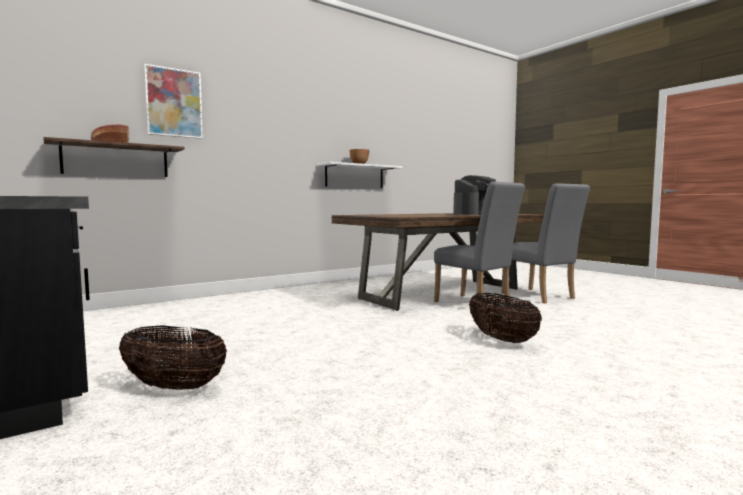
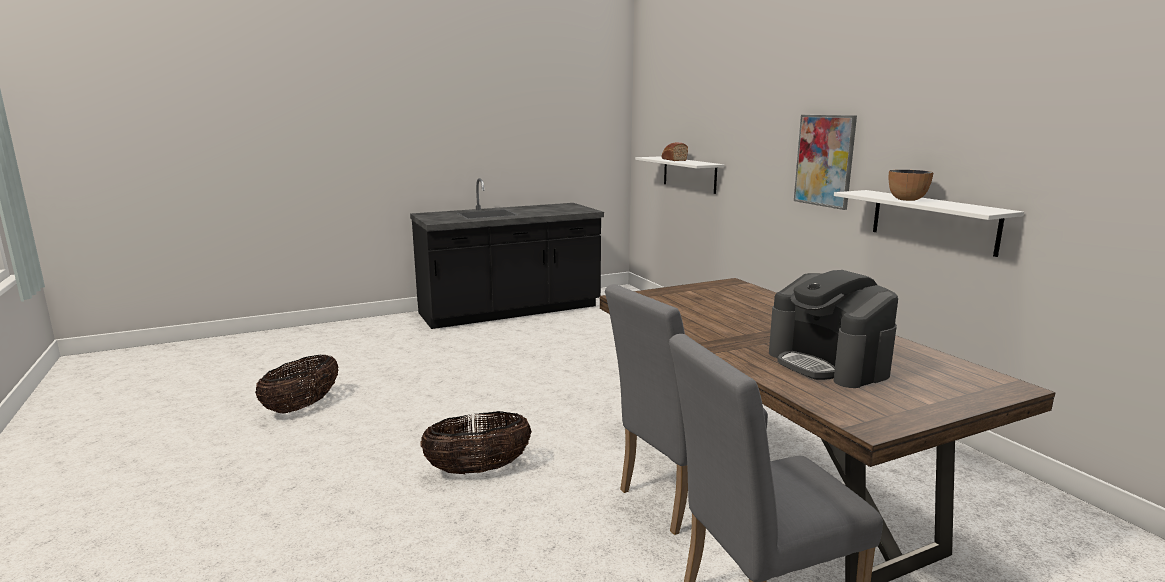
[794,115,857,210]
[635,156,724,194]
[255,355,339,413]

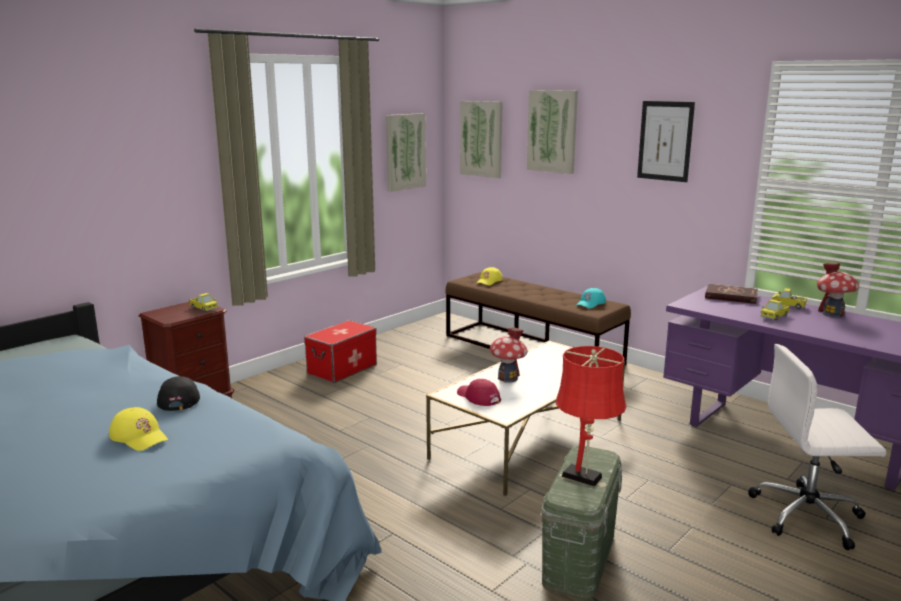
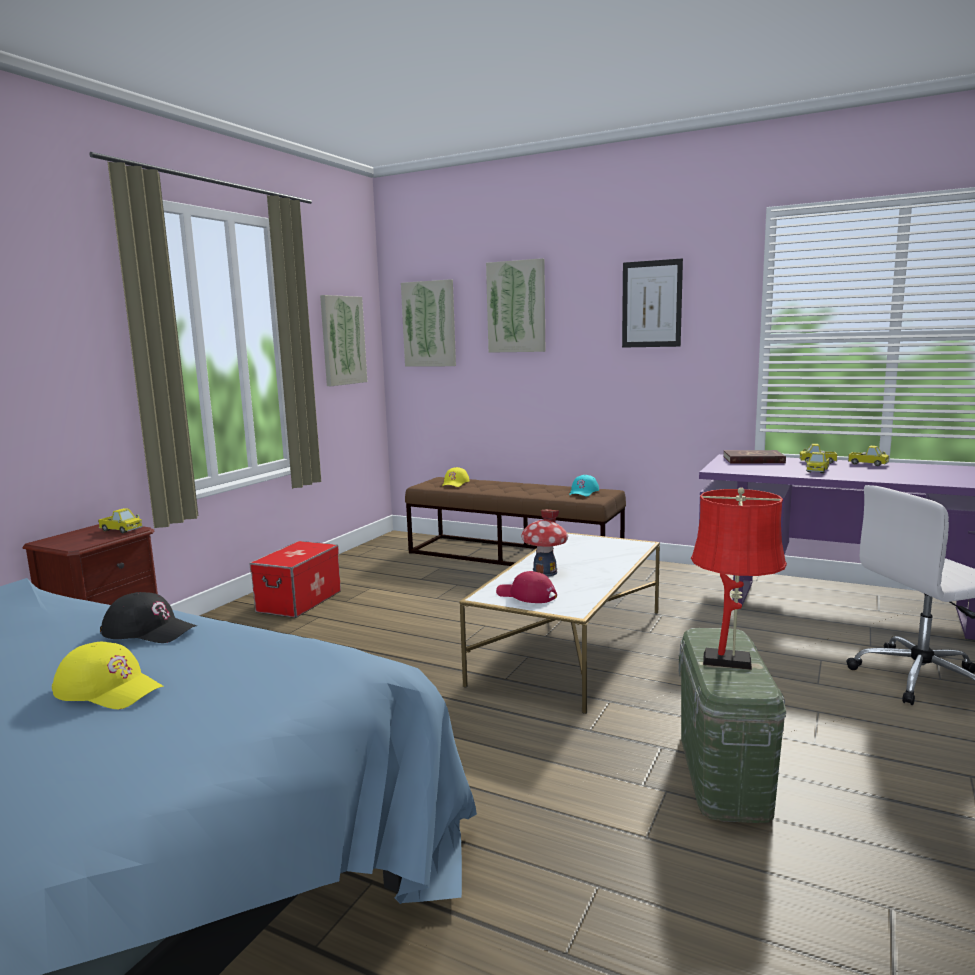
[848,446,889,466]
[100,592,197,643]

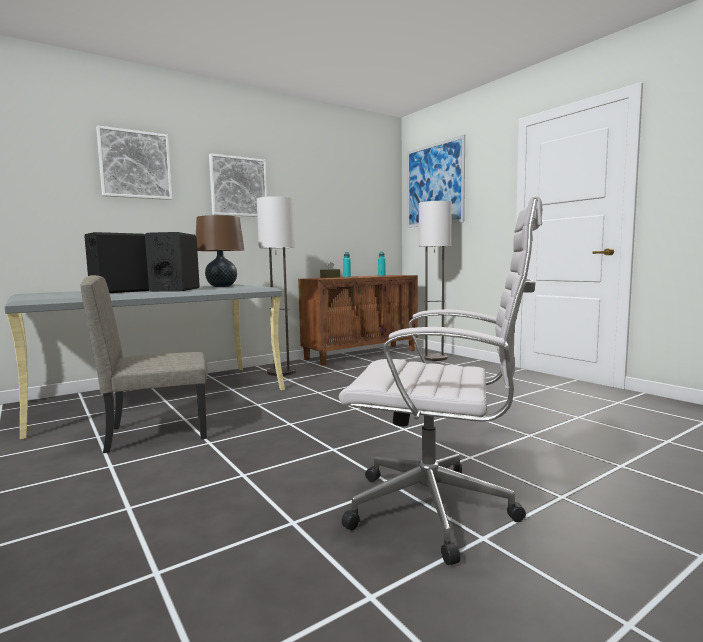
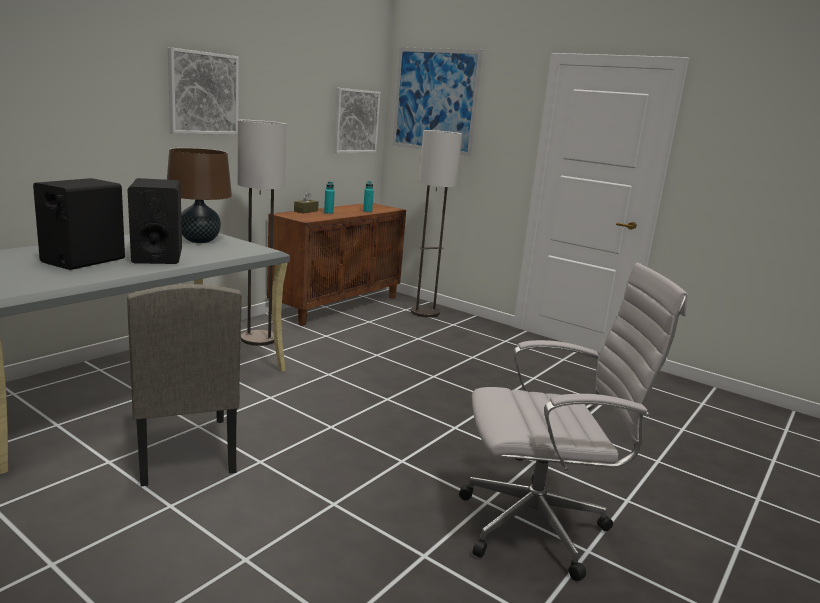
[334,88,380,153]
[127,284,242,486]

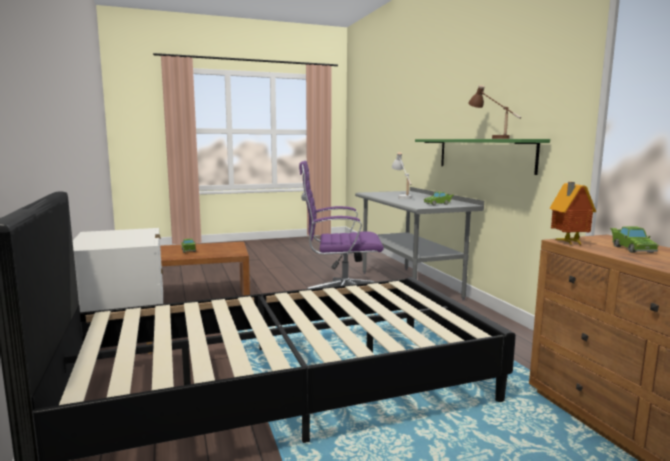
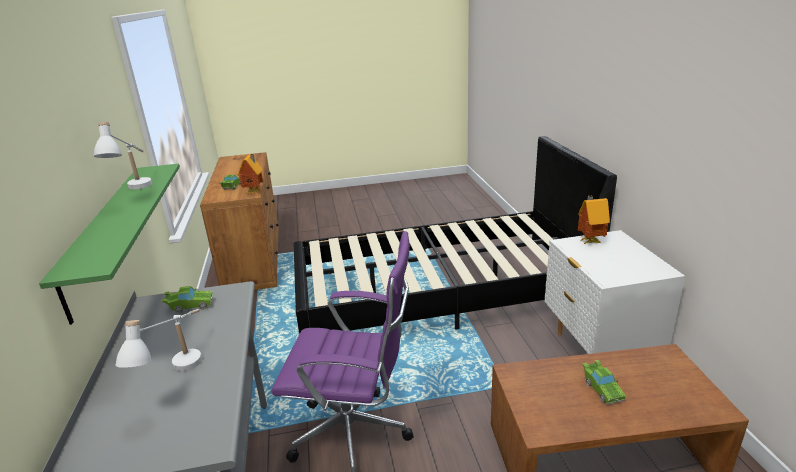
[94,122,152,189]
[578,196,610,245]

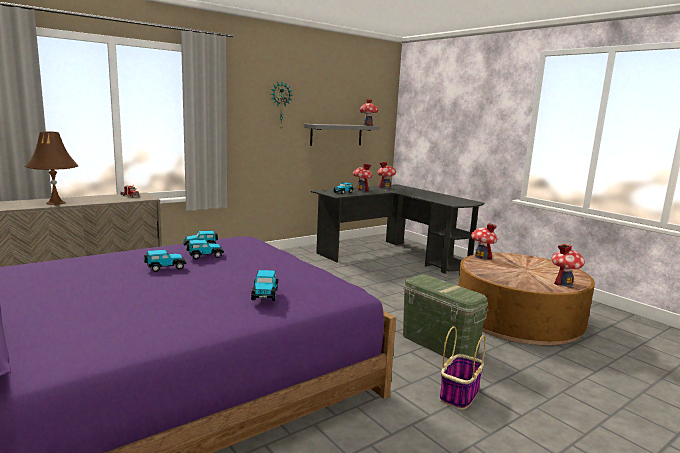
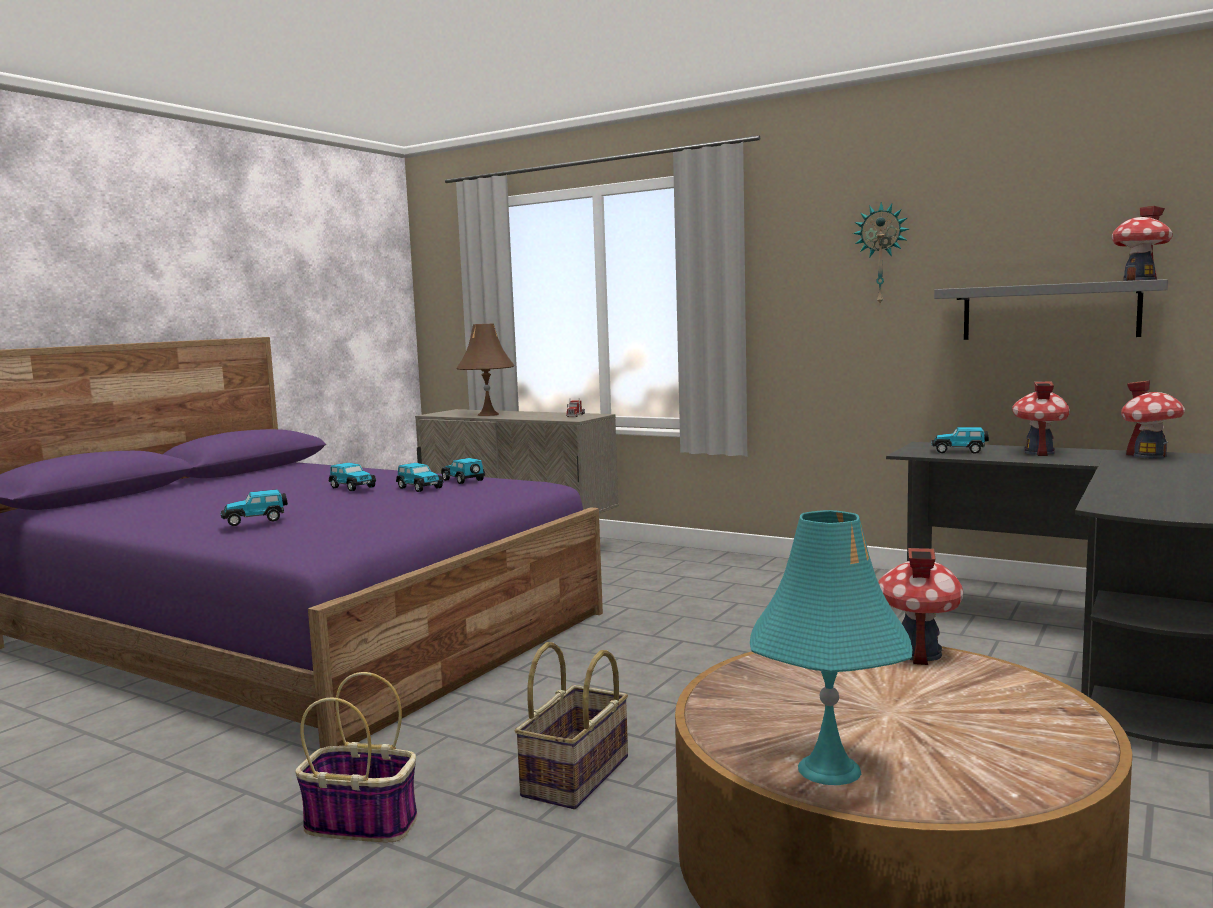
[750,510,913,785]
[515,642,628,809]

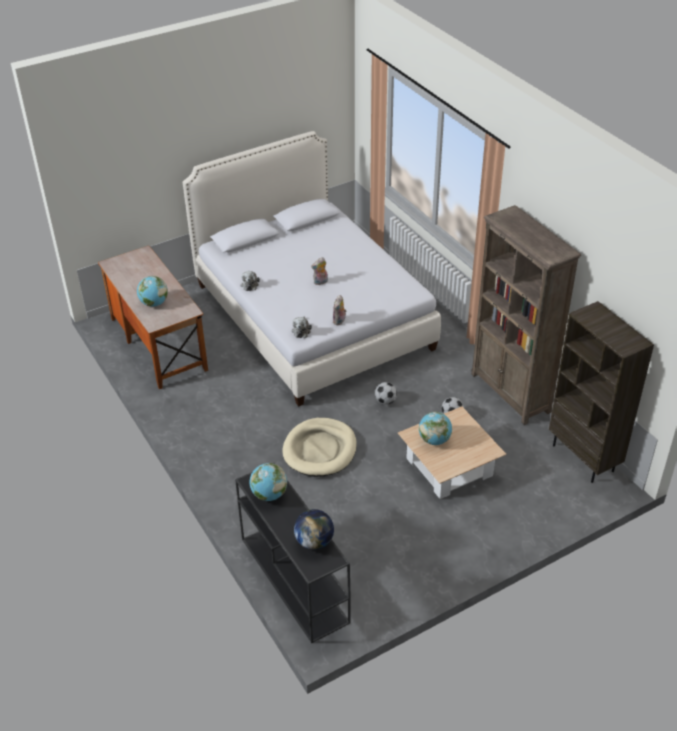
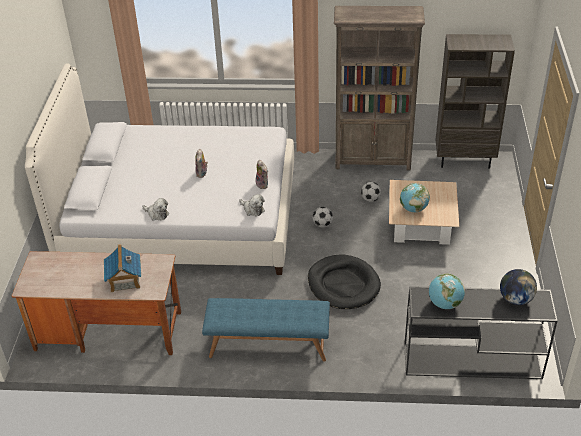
[104,244,141,292]
[308,255,381,309]
[202,298,330,361]

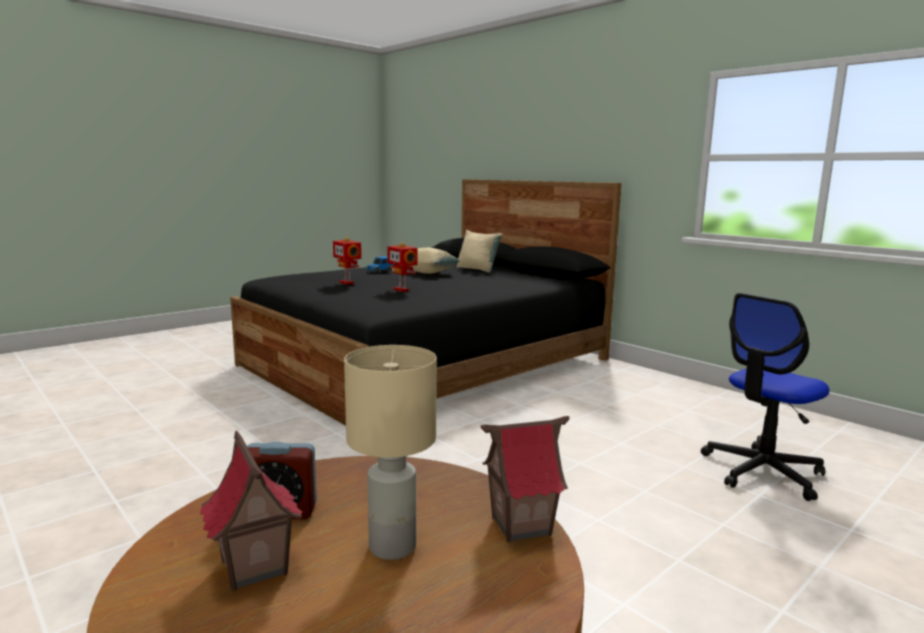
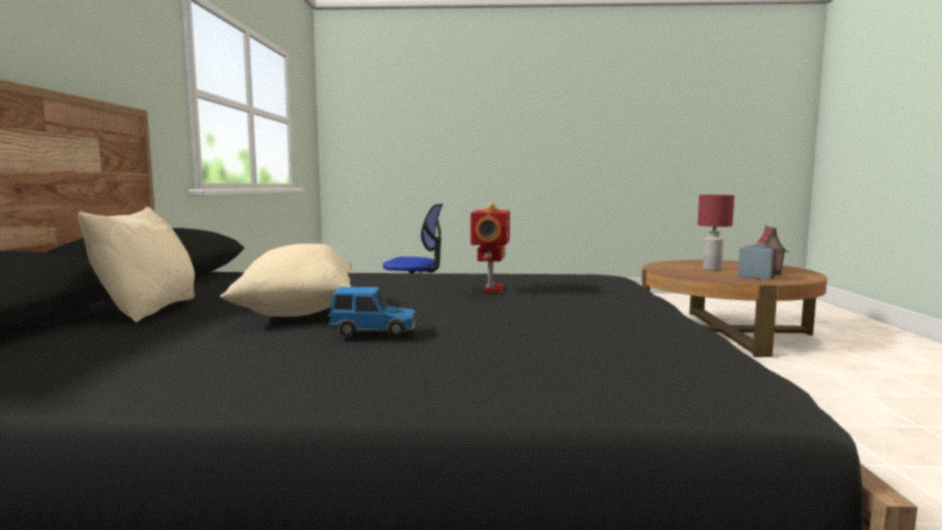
[333,237,361,285] (first image)
[698,195,734,271]
[481,416,570,543] (first image)

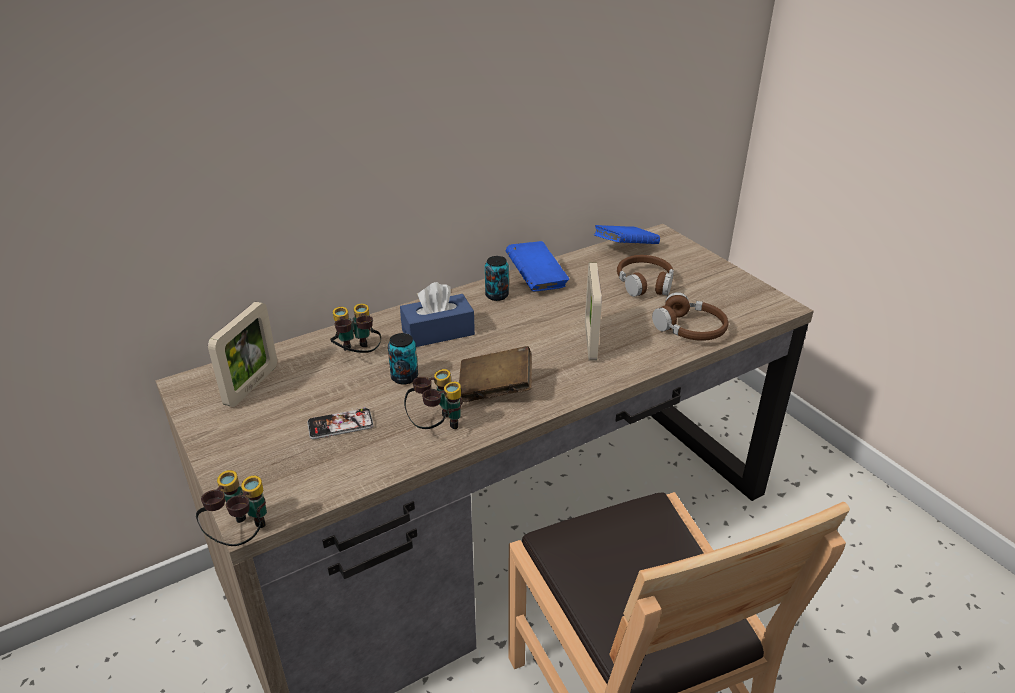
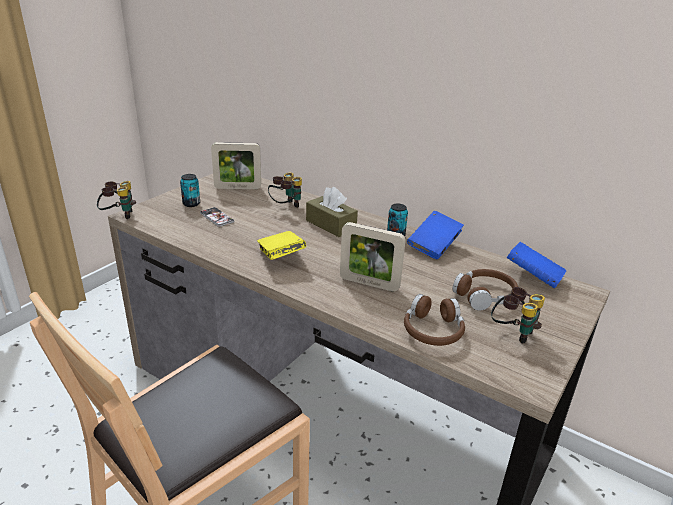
[340,222,406,292]
[306,187,358,237]
[180,174,200,207]
[257,231,306,260]
[491,287,545,343]

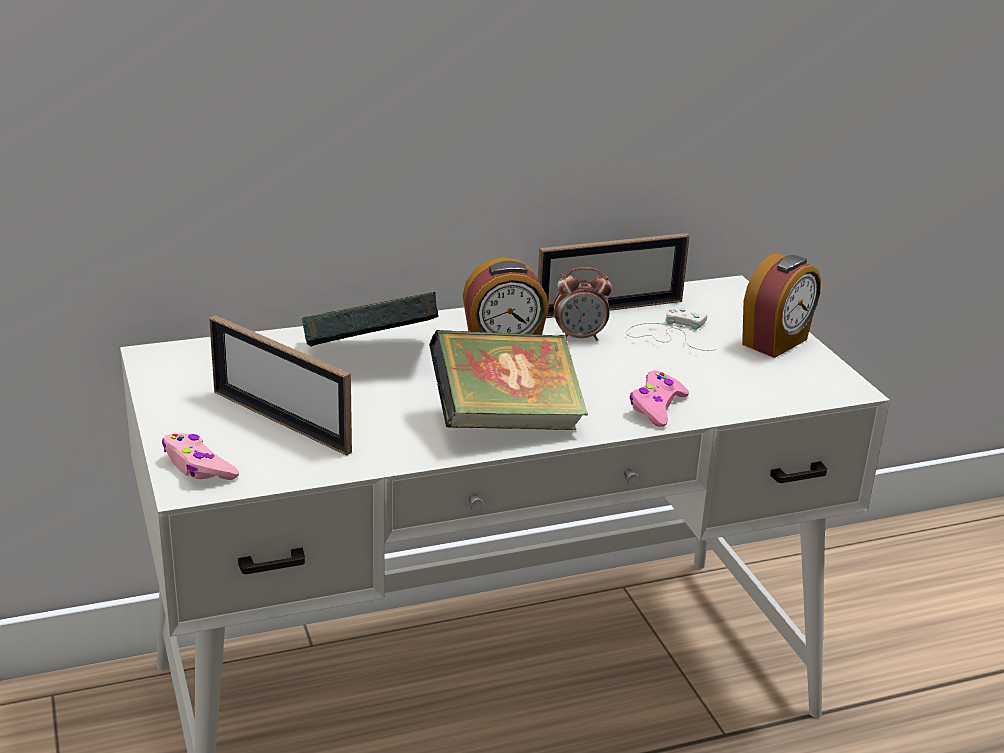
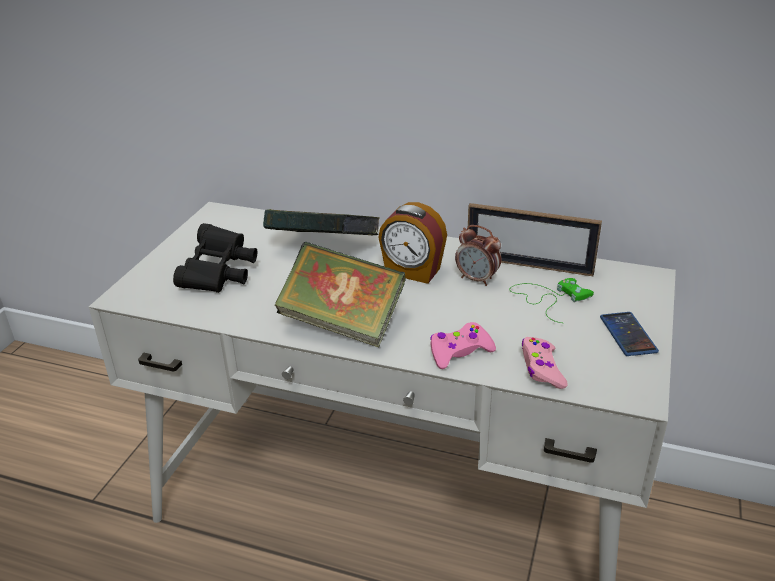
[600,312,659,356]
[509,278,594,323]
[173,223,257,293]
[522,337,568,389]

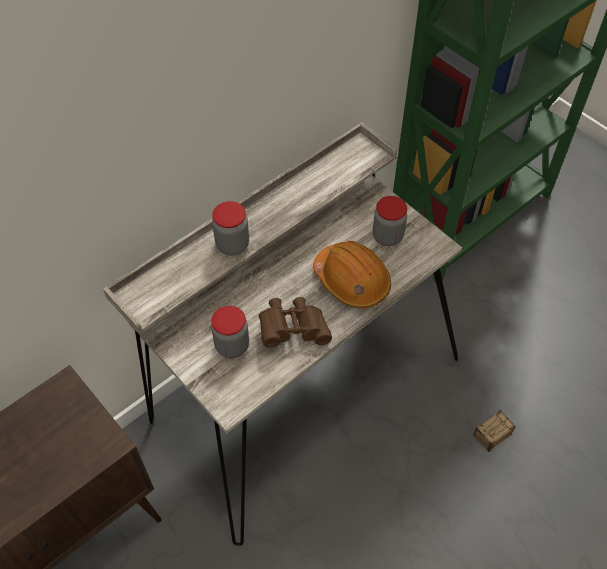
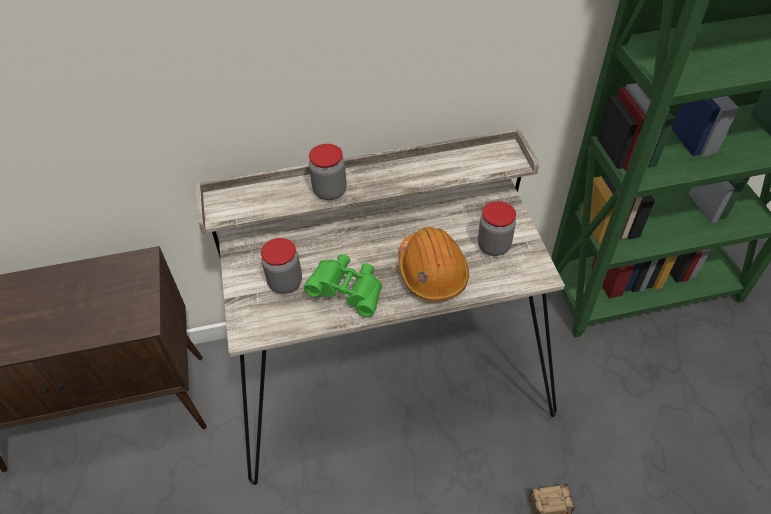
[304,254,382,317]

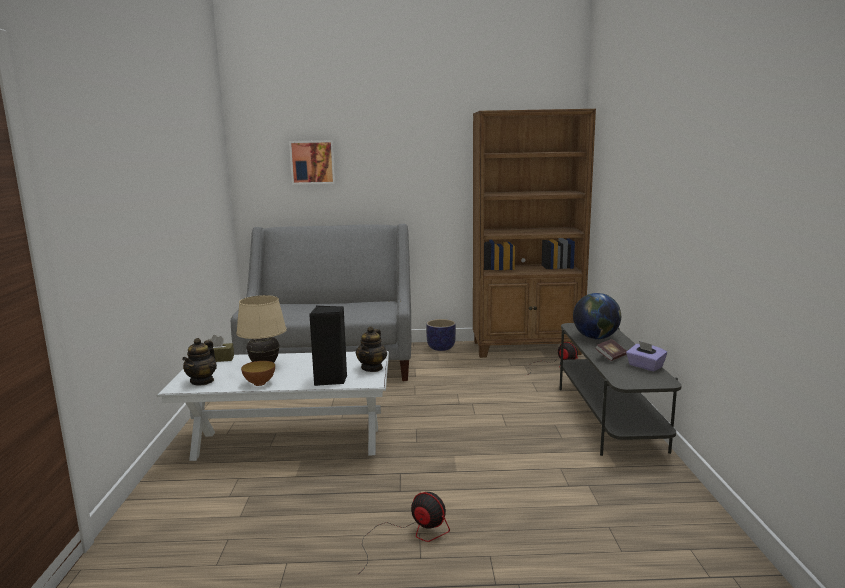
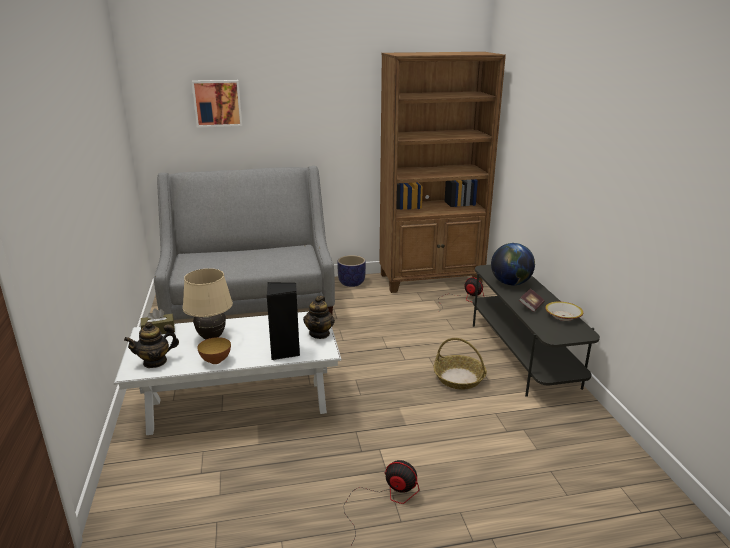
[124,322,179,368]
[545,302,583,321]
[433,338,487,389]

